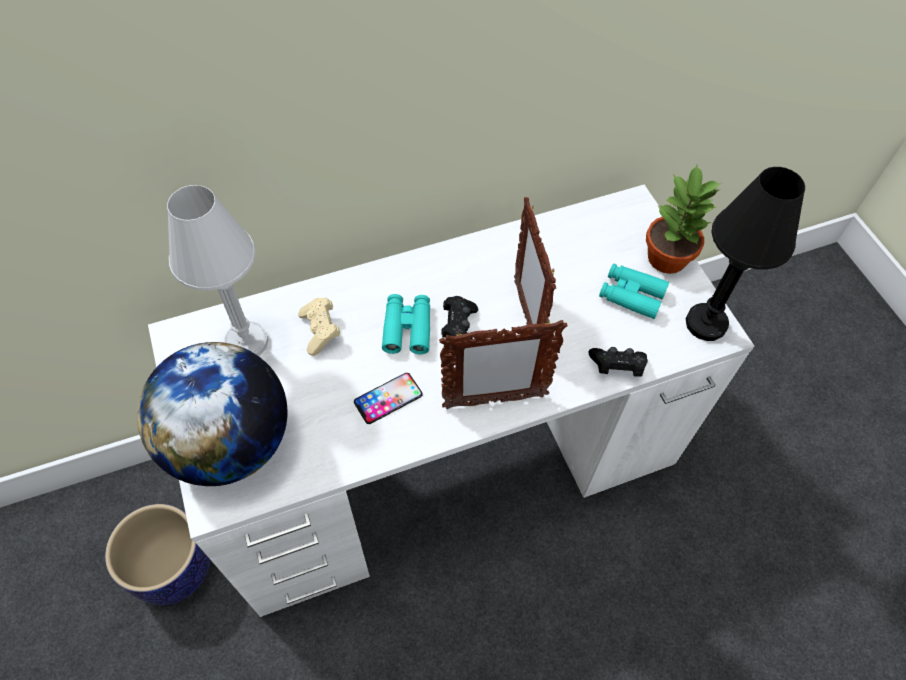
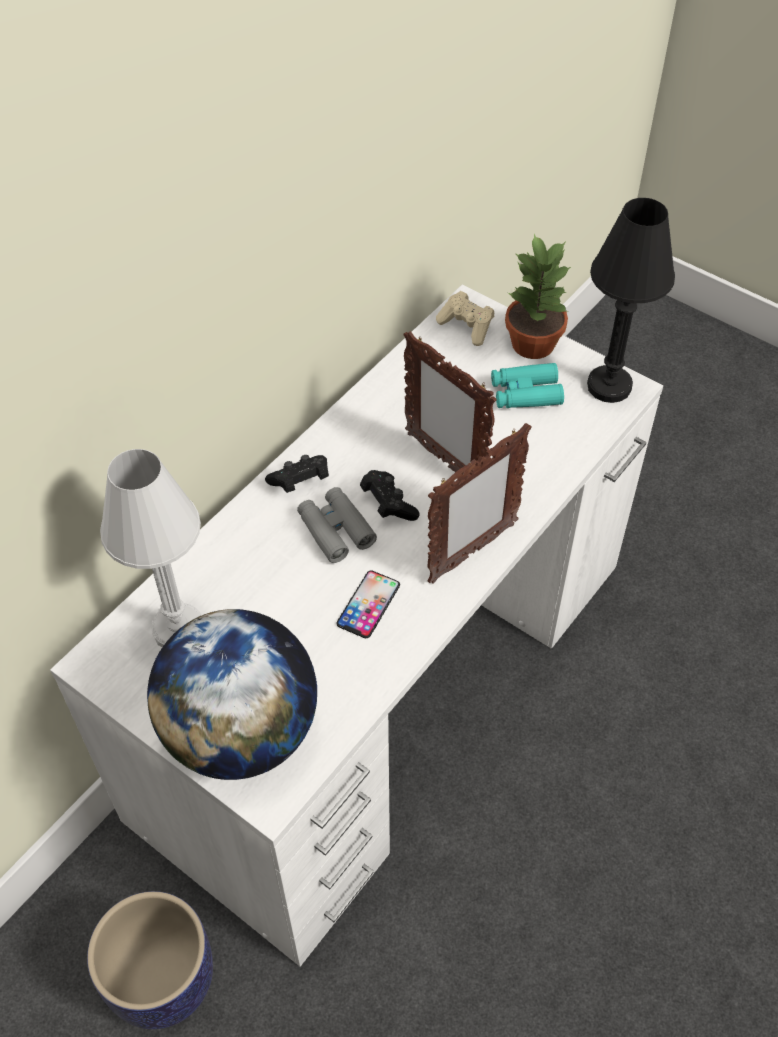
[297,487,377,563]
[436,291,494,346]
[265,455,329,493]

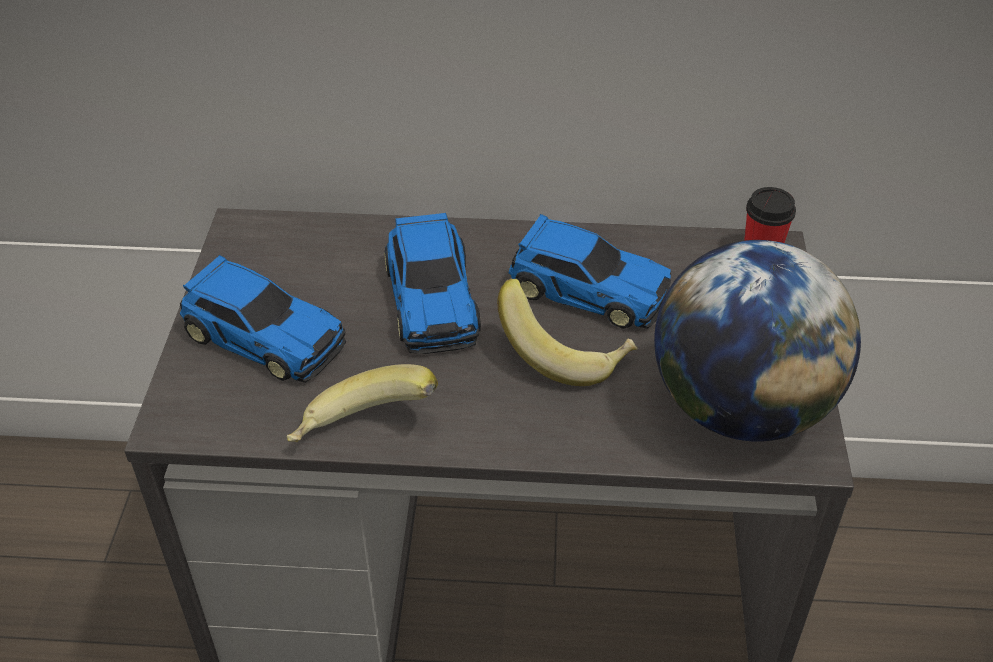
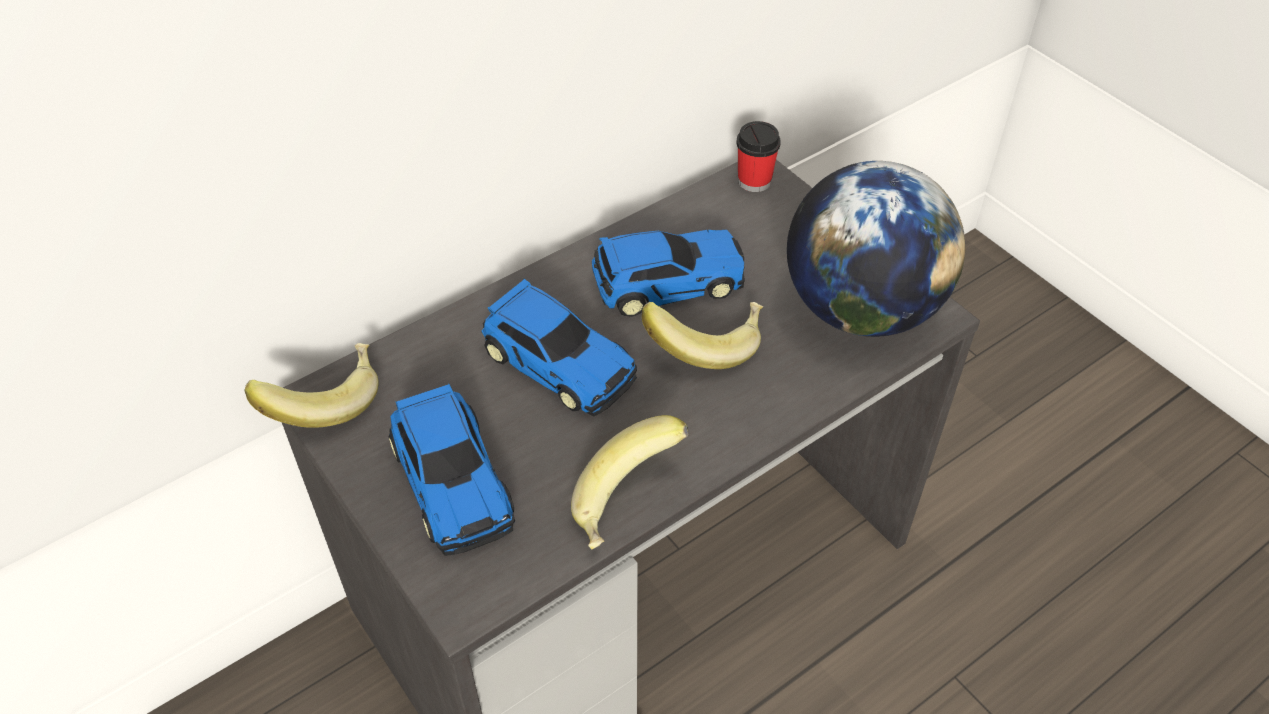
[388,384,515,556]
[244,343,379,428]

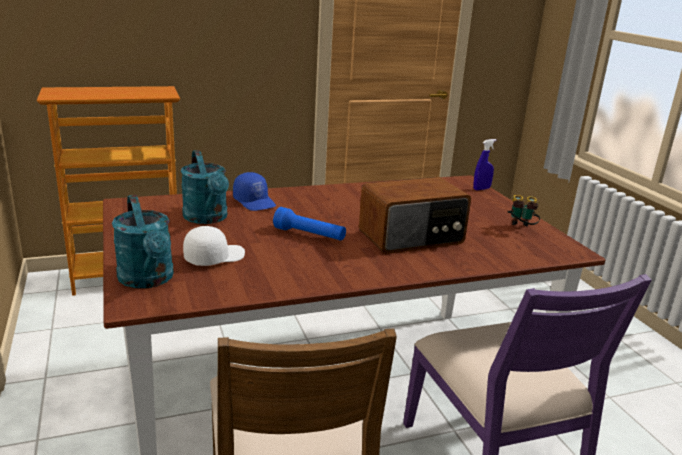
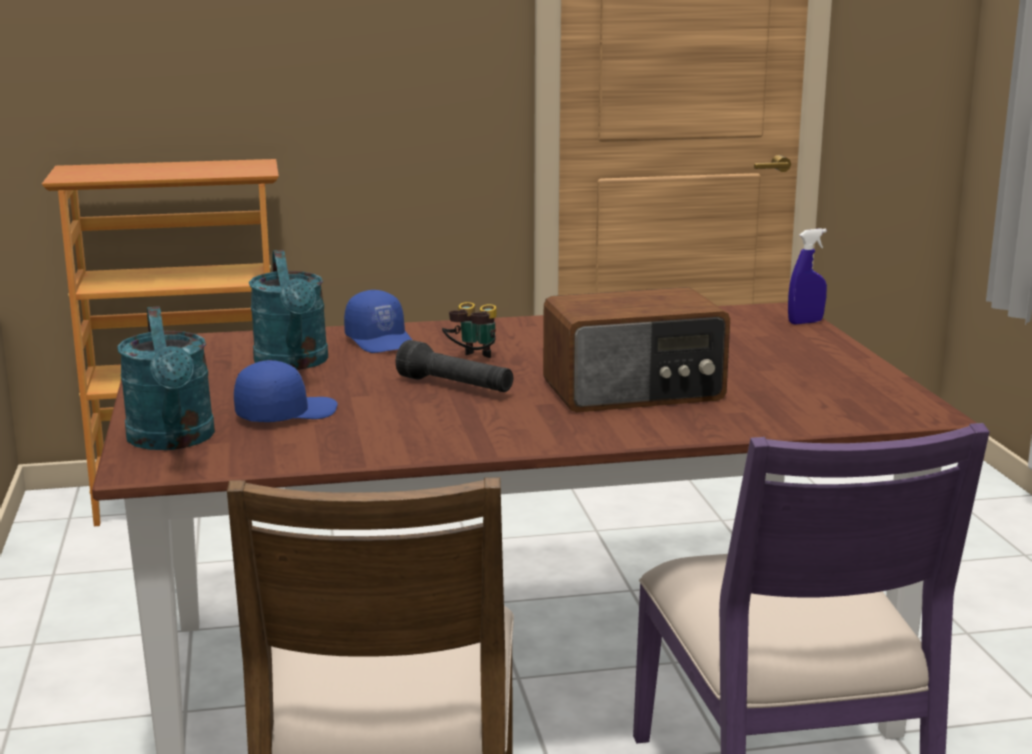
[442,302,497,358]
[395,340,513,392]
[234,360,338,422]

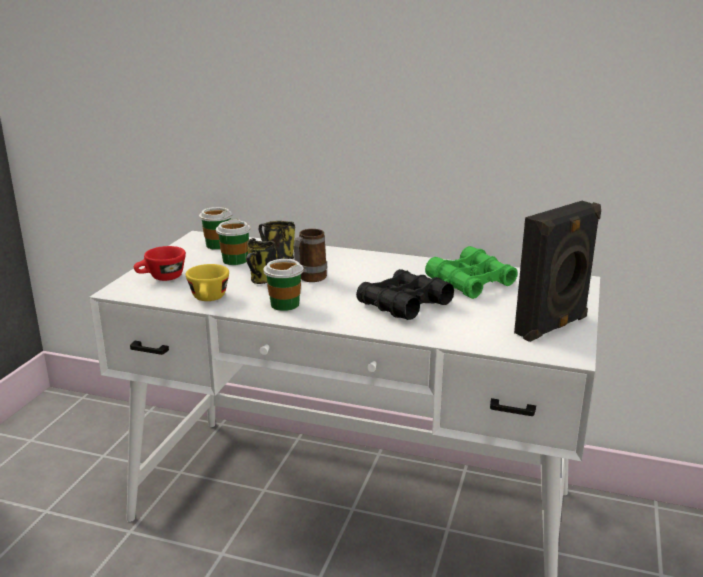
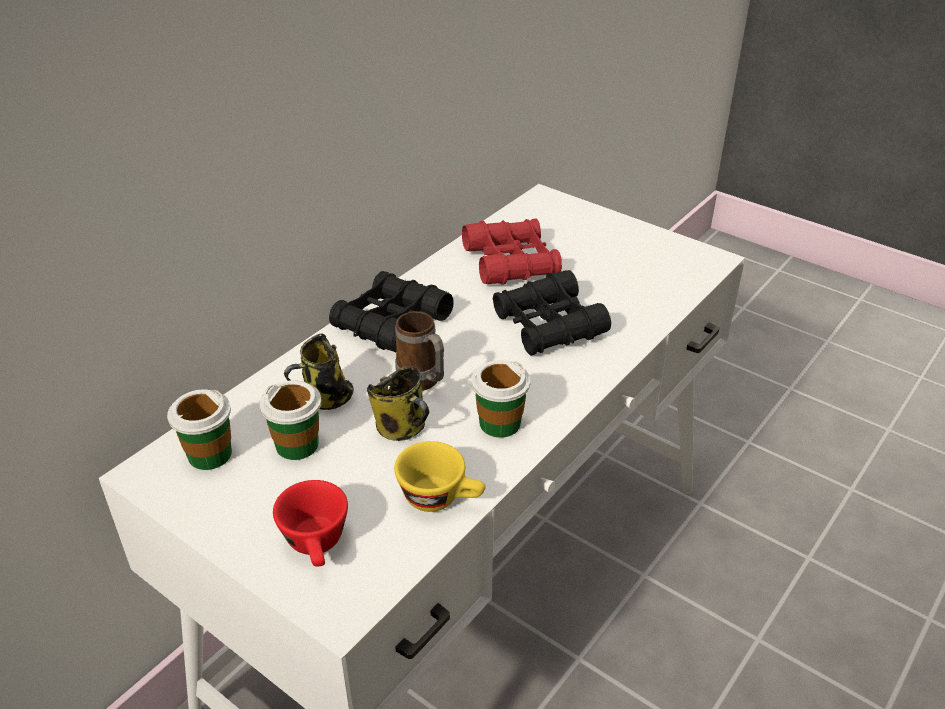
[514,201,601,342] (first image)
[462,219,562,284]
[329,271,454,352]

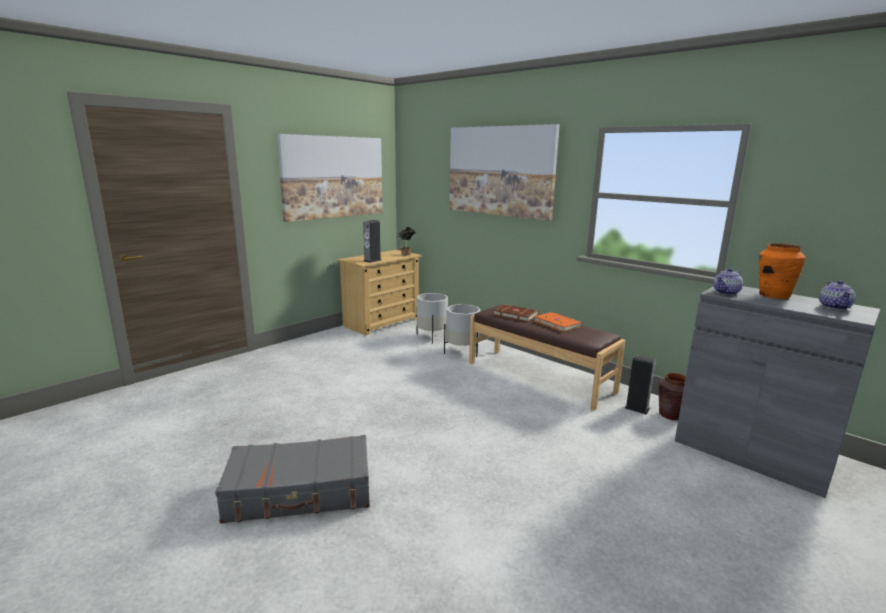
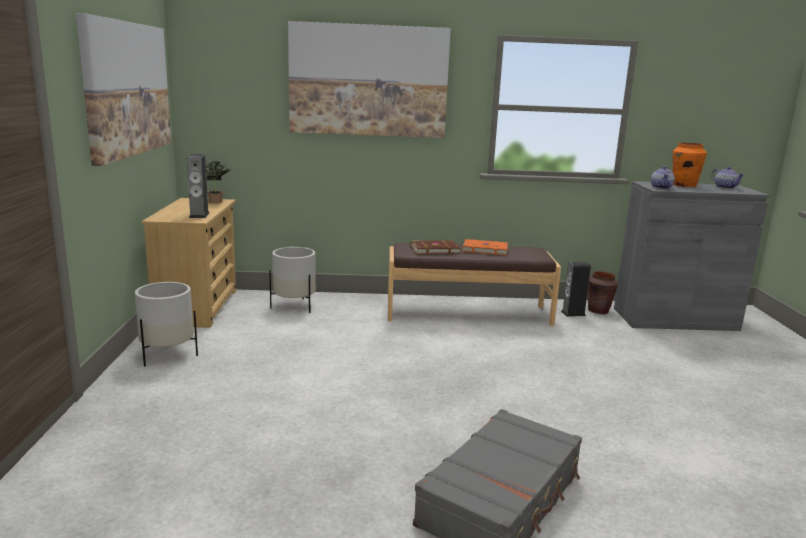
[135,282,198,366]

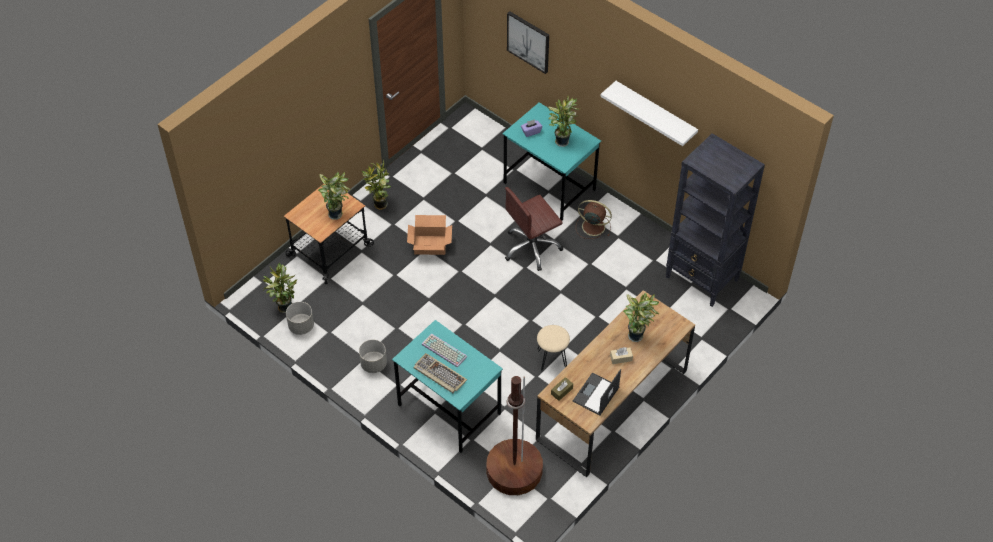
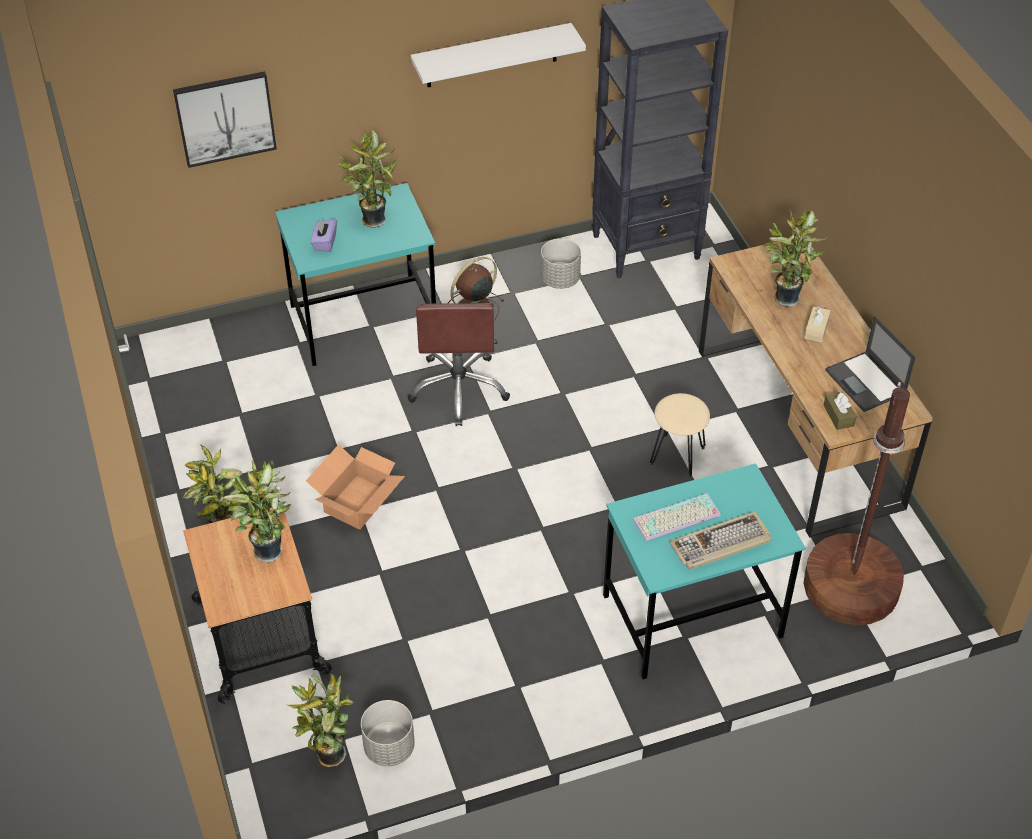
[541,238,581,289]

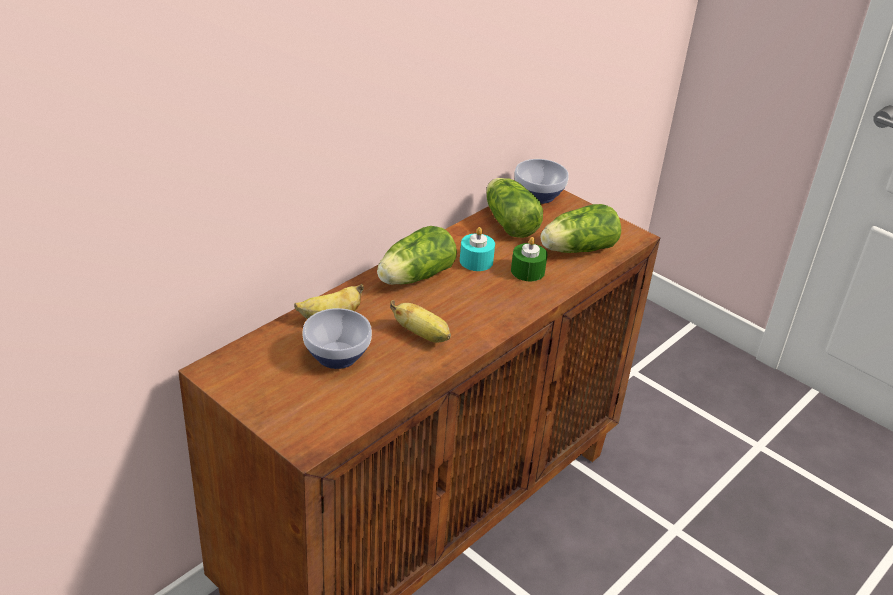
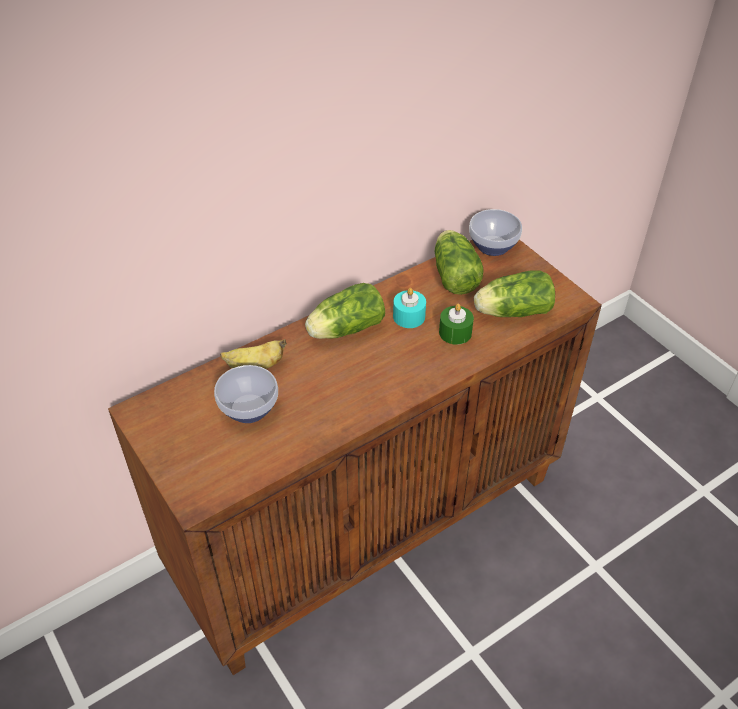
[390,300,451,343] (first image)

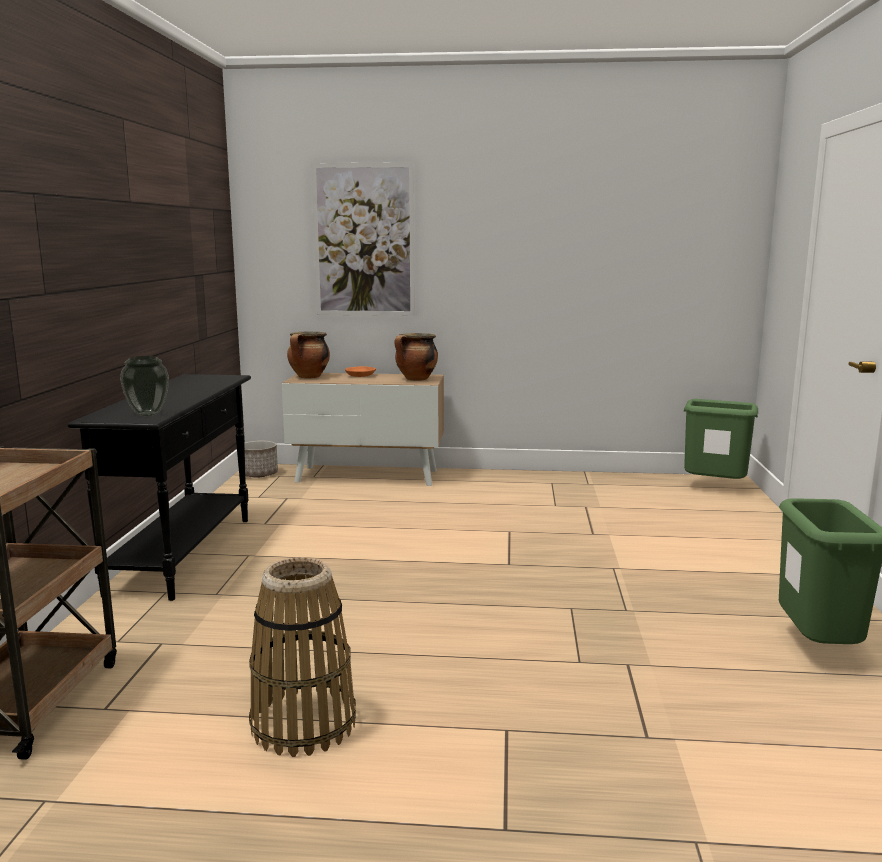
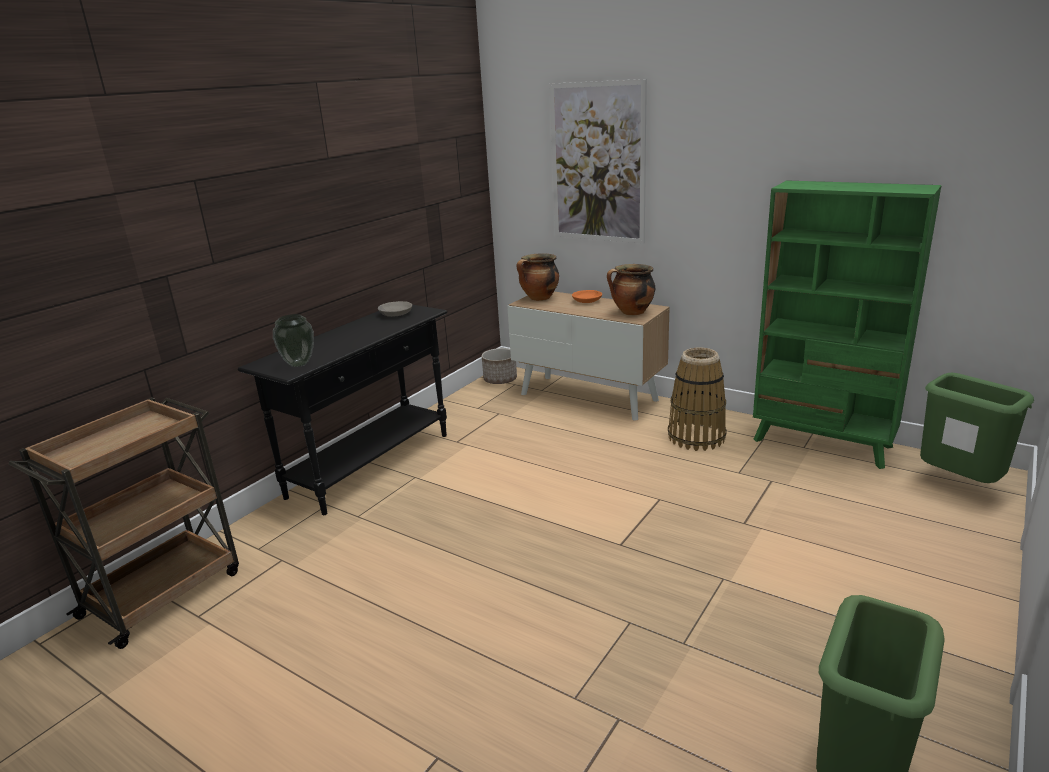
[668,347,727,451]
[753,180,942,469]
[378,301,412,317]

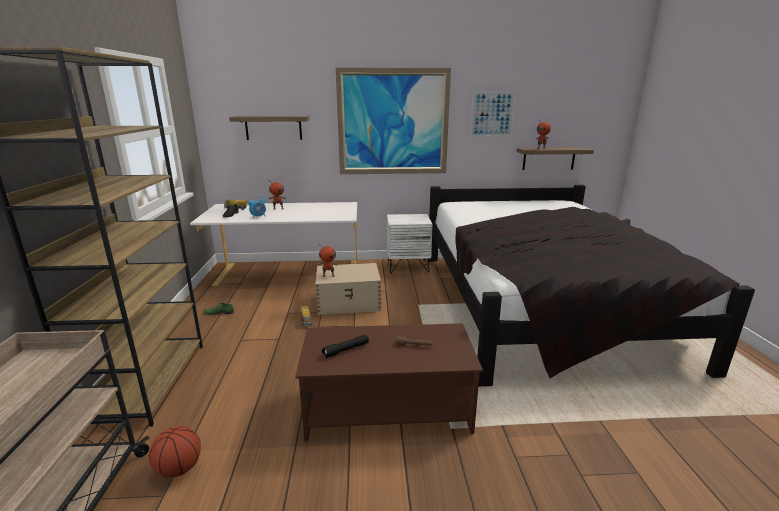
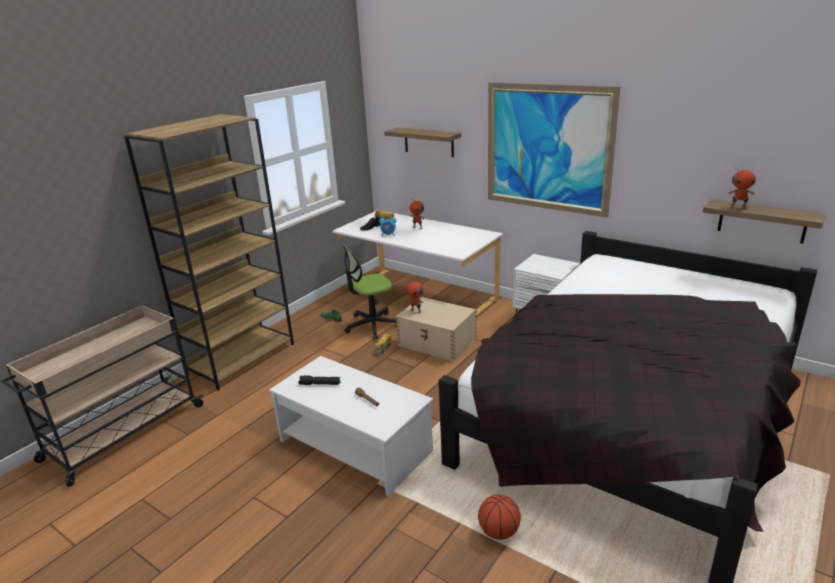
[470,91,516,137] (first image)
[269,356,433,497]
[478,494,521,540]
[341,243,397,340]

